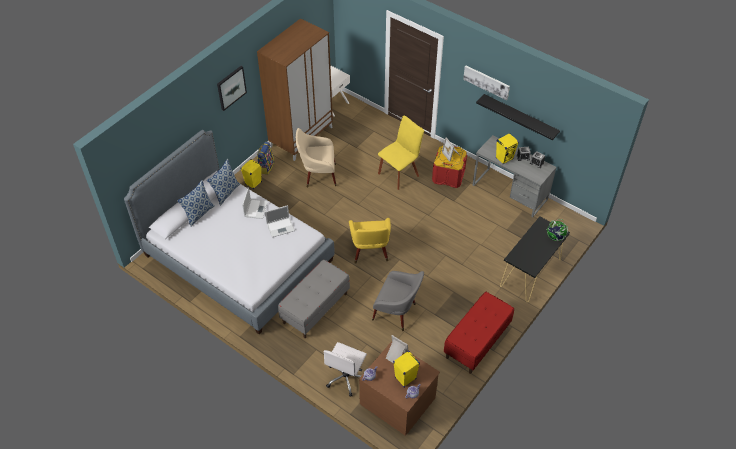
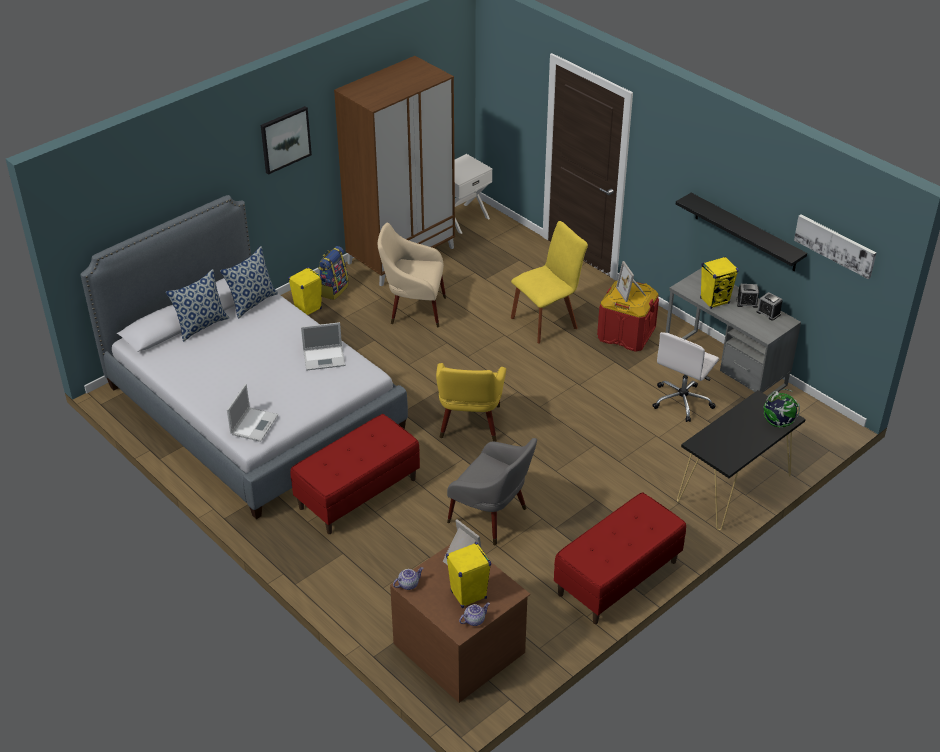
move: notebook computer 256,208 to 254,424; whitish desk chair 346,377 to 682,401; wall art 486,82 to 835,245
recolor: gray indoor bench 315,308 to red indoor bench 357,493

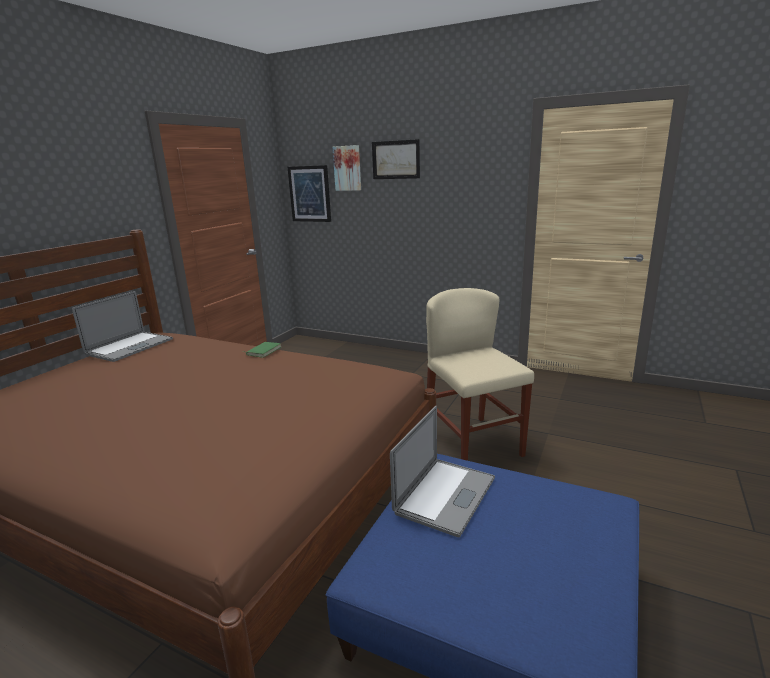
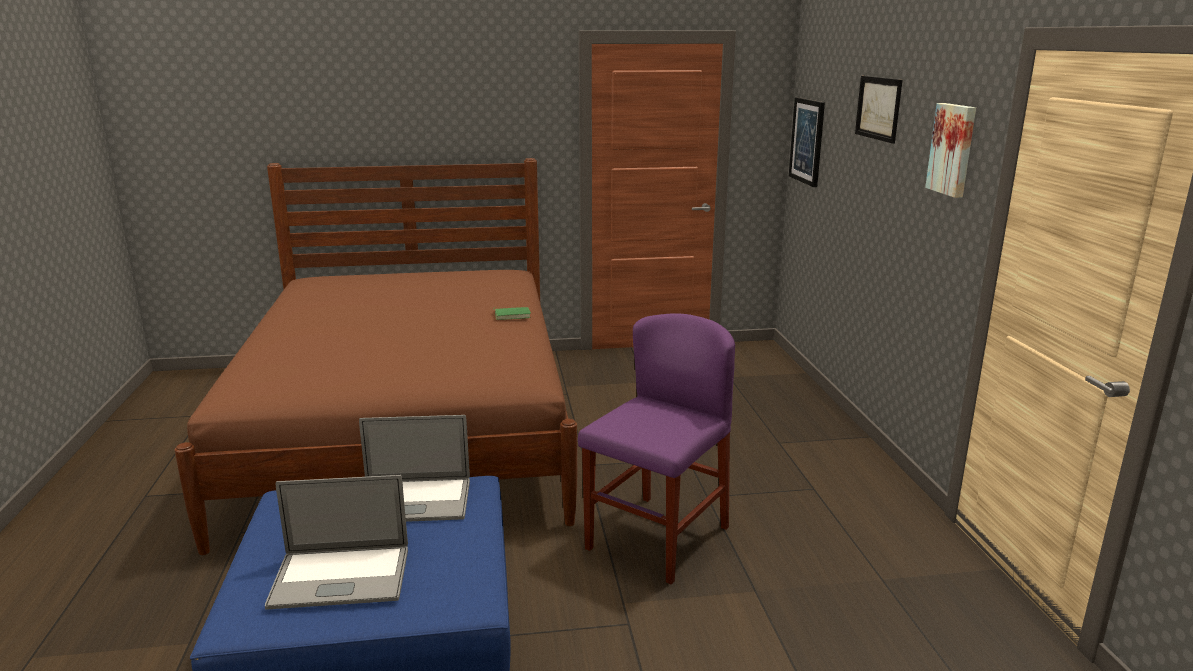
move: notebook computer 129,346 to 340,577; wall art 348,168 to 953,149
recolor: beige plain chair 473,443 to purple plain chair 657,538

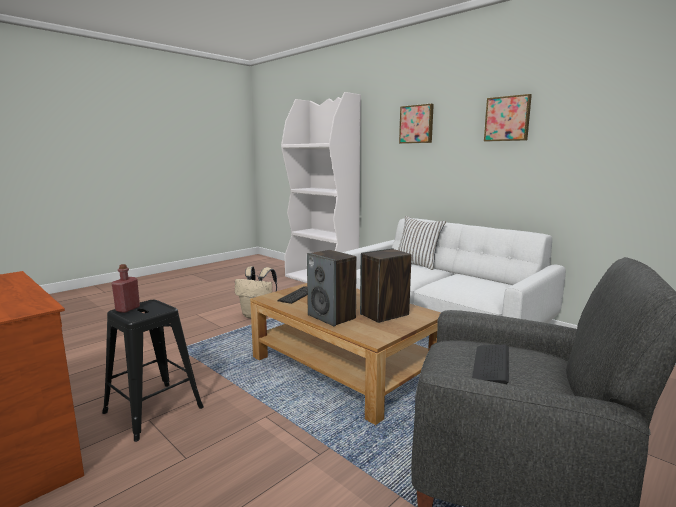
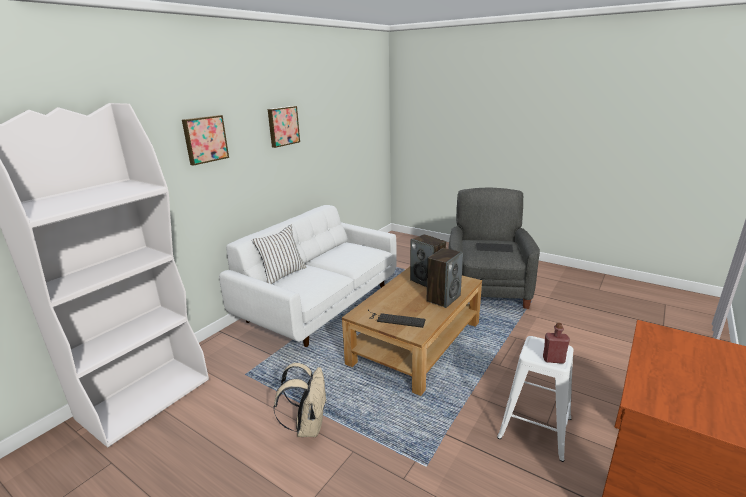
recolor: black-coloured stool seat 155,409 to whitish stool seat 534,426

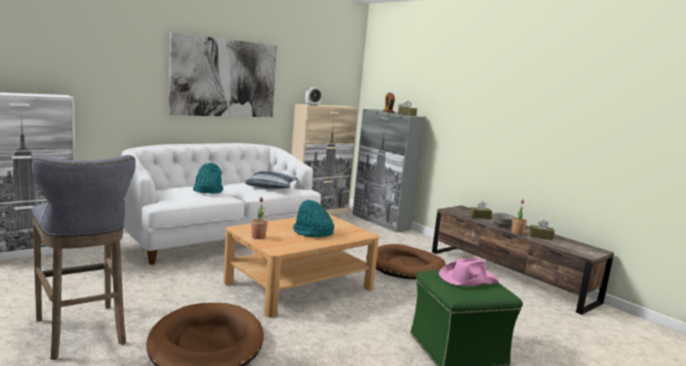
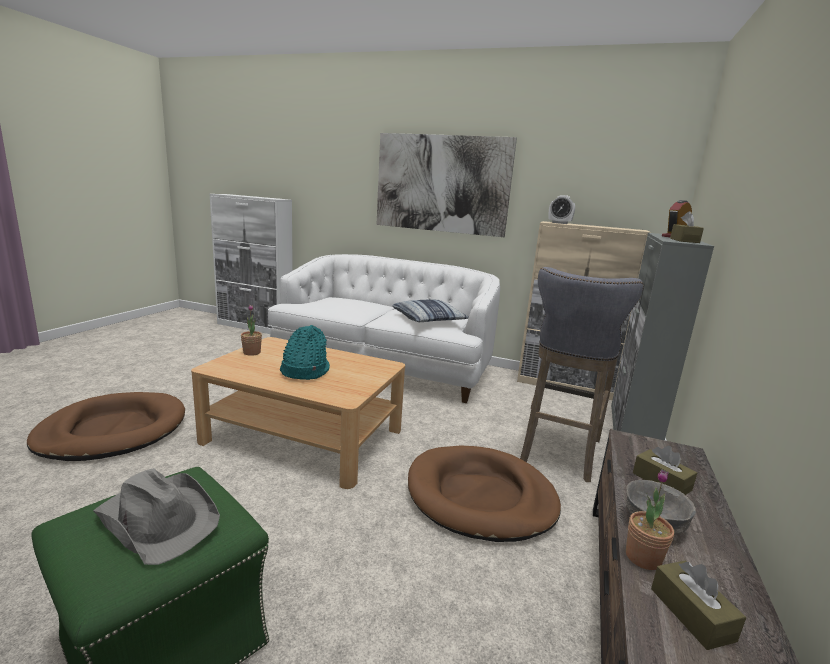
delete: blue-green wearable hat 207,190
move: gray stool seat 82,333 to 559,453
recolor: pink wearable hat 467,279 to gray wearable hat 159,518

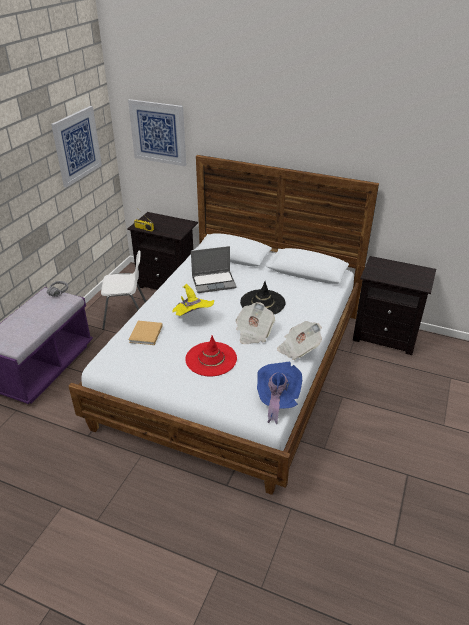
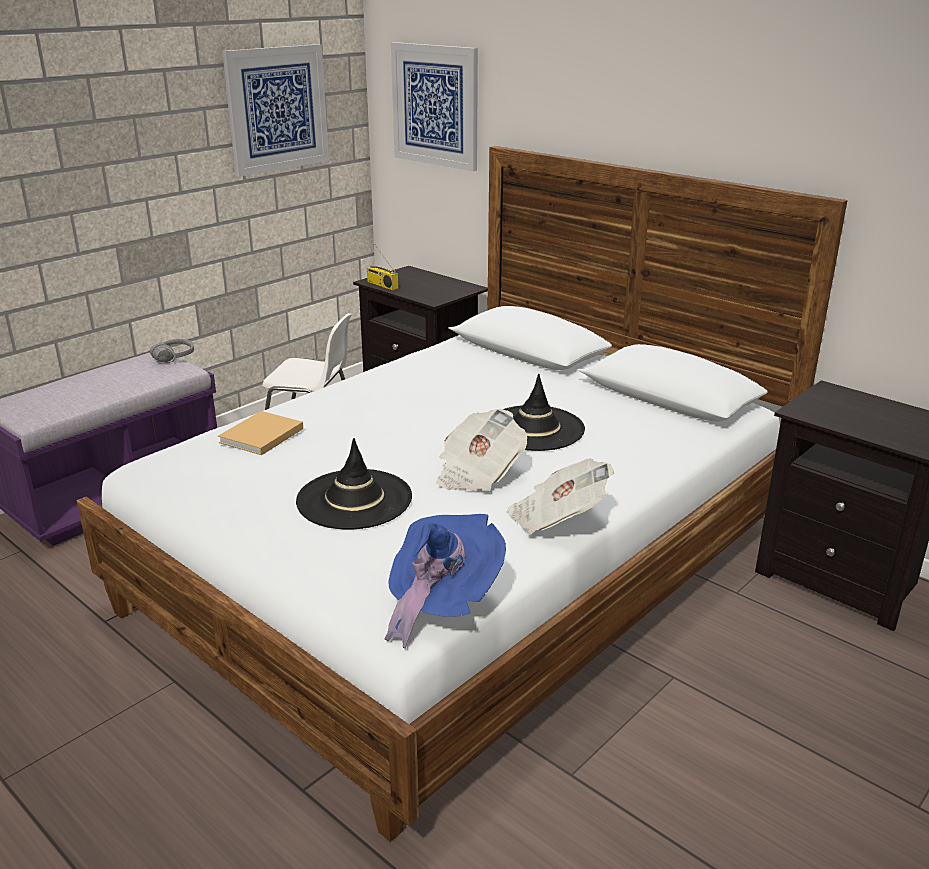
delete: yellowish wearable hat 192,317; notebook computer 214,282
recolor: red wearable hat 211,359 to black-coloured wearable hat 354,499

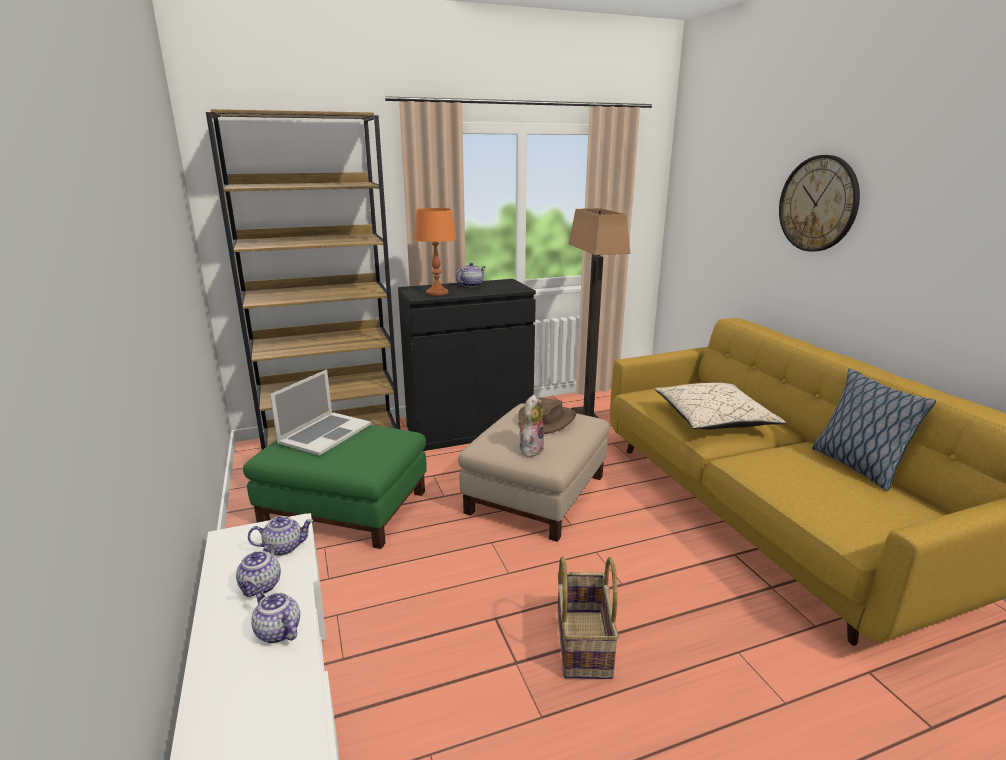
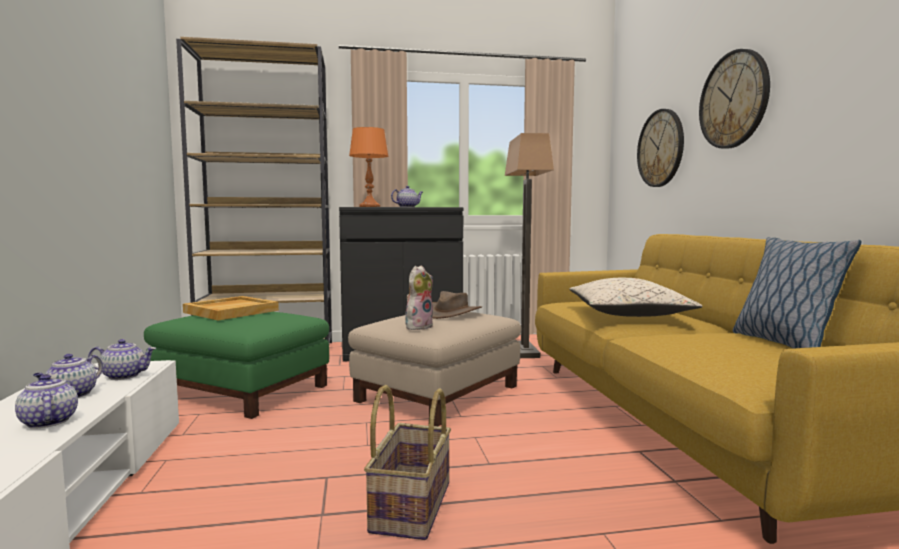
insert: wall clock 660,148
replace: notebook computer 325,433 to beige tray 231,311

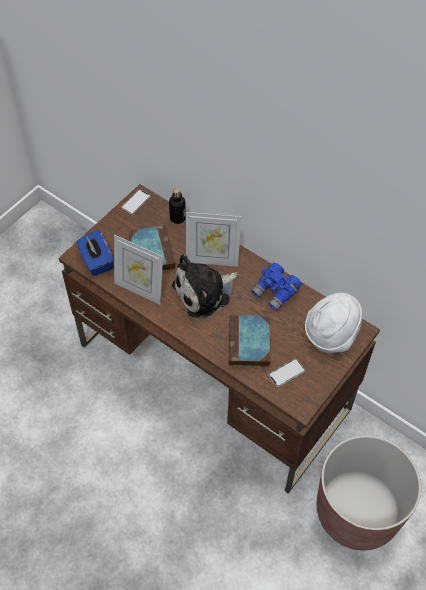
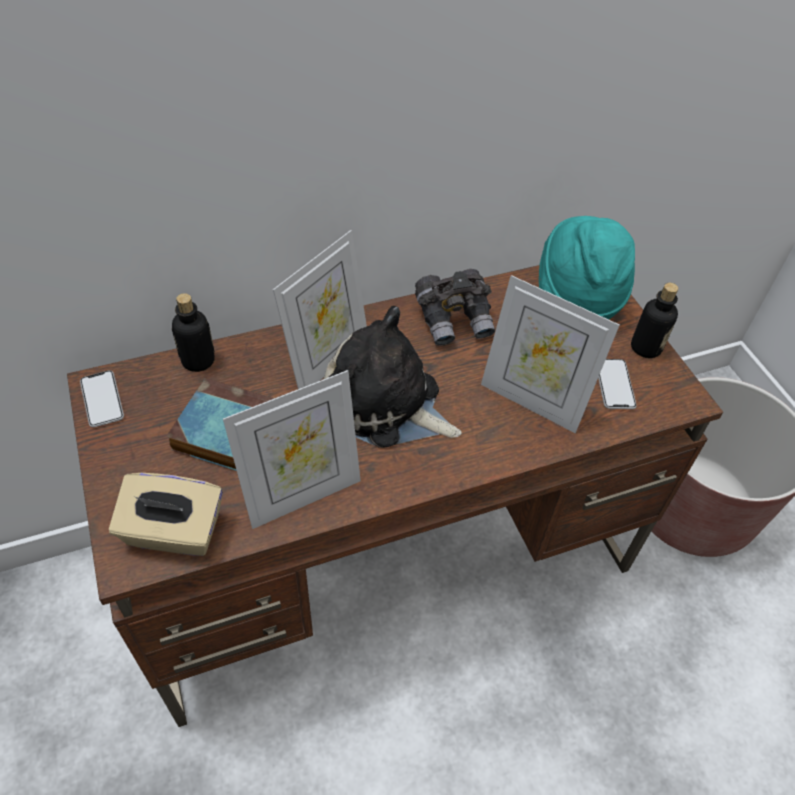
insert: bottle 646,347
replace: volume 249,344 to picture frame 532,401
recolor: bluish box of tissues 96,261 to beige box of tissues 173,532; bluish binoculars 276,292 to gray binoculars 454,320; whitish wearable hat 331,335 to blue-green wearable hat 575,302
rotate: soft toy 204,292 = 385,405 120 degrees clockwise

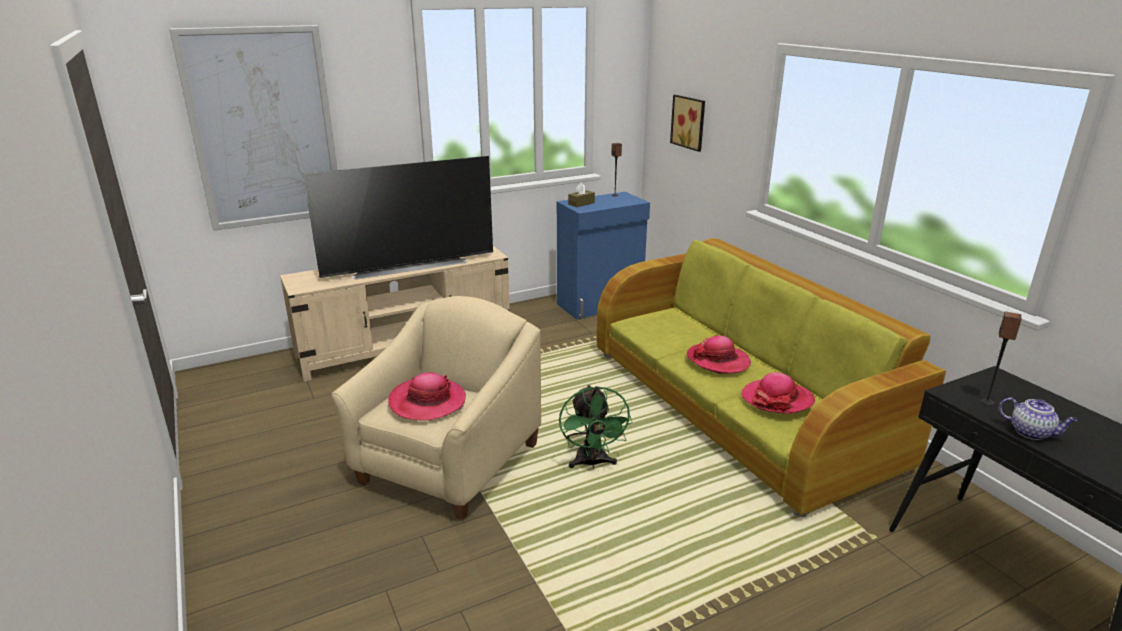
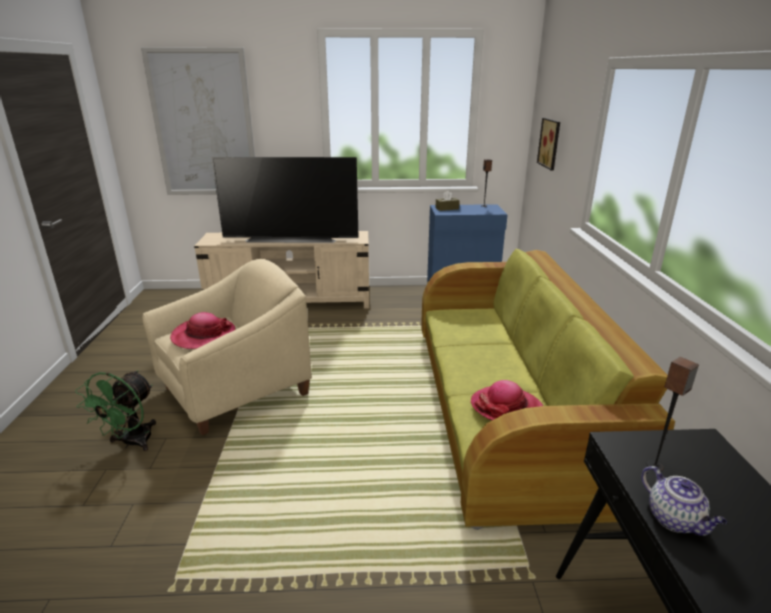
delete: wearable hat 718,360
move: green-coloured cooling fan 592,463 to 131,443

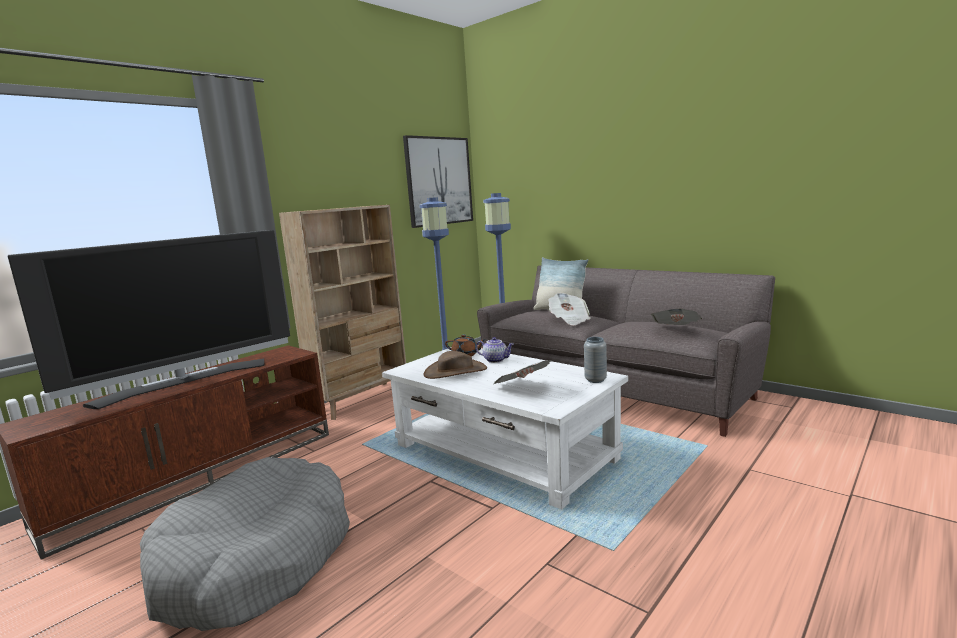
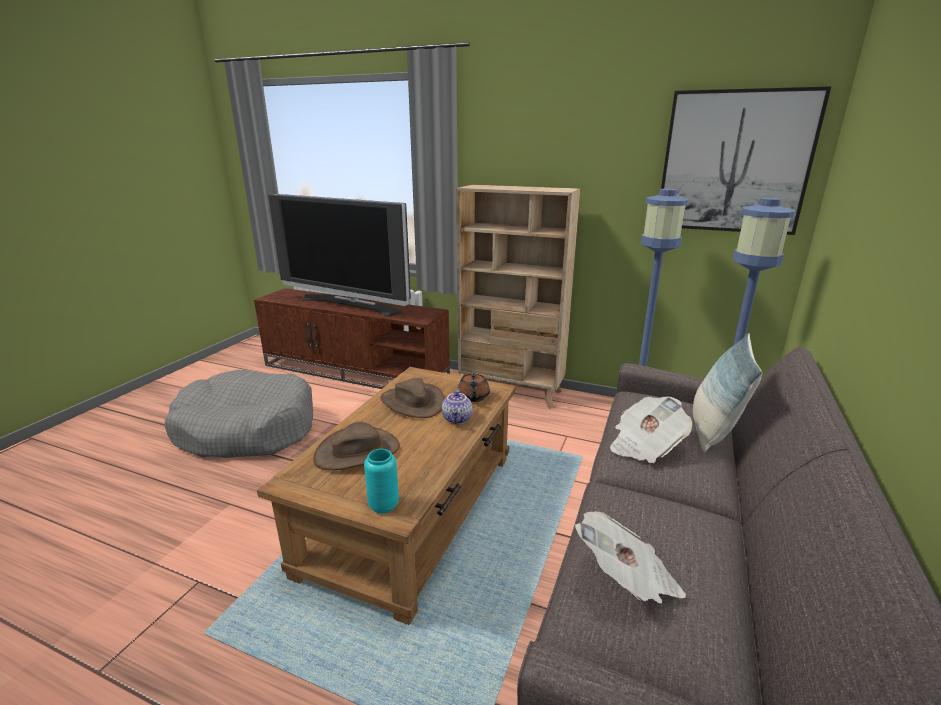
replace: daily paper 522,388 to brown-coloured wearable hat 357,451
recolor: whitish lounge table 503,452 to brown-coloured lounge table 413,511; gray decorative vase 595,380 to blue-green decorative vase 383,506

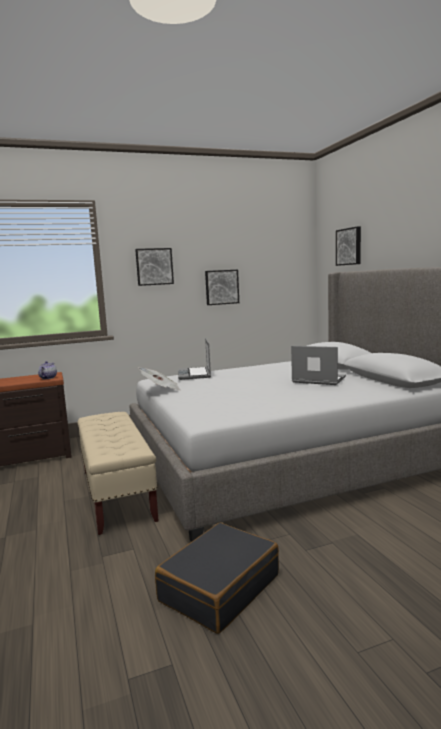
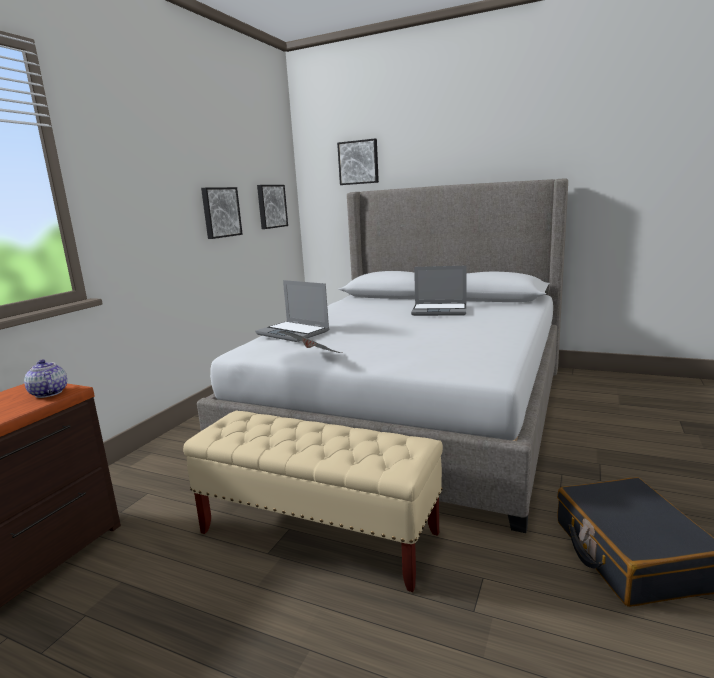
move: wall art 154,266 to 271,206
rotate: notebook computer 317,380 = 440,311 150 degrees counterclockwise

